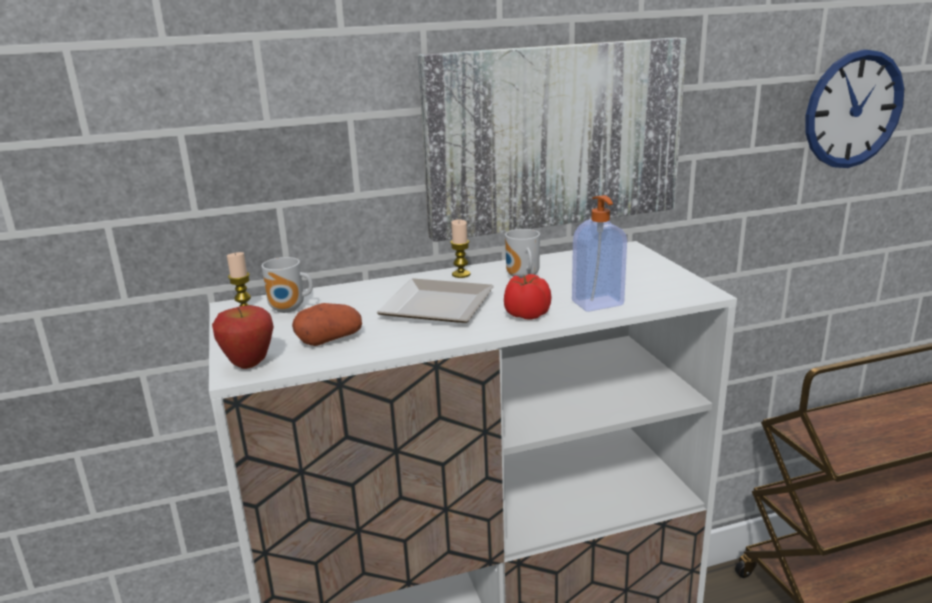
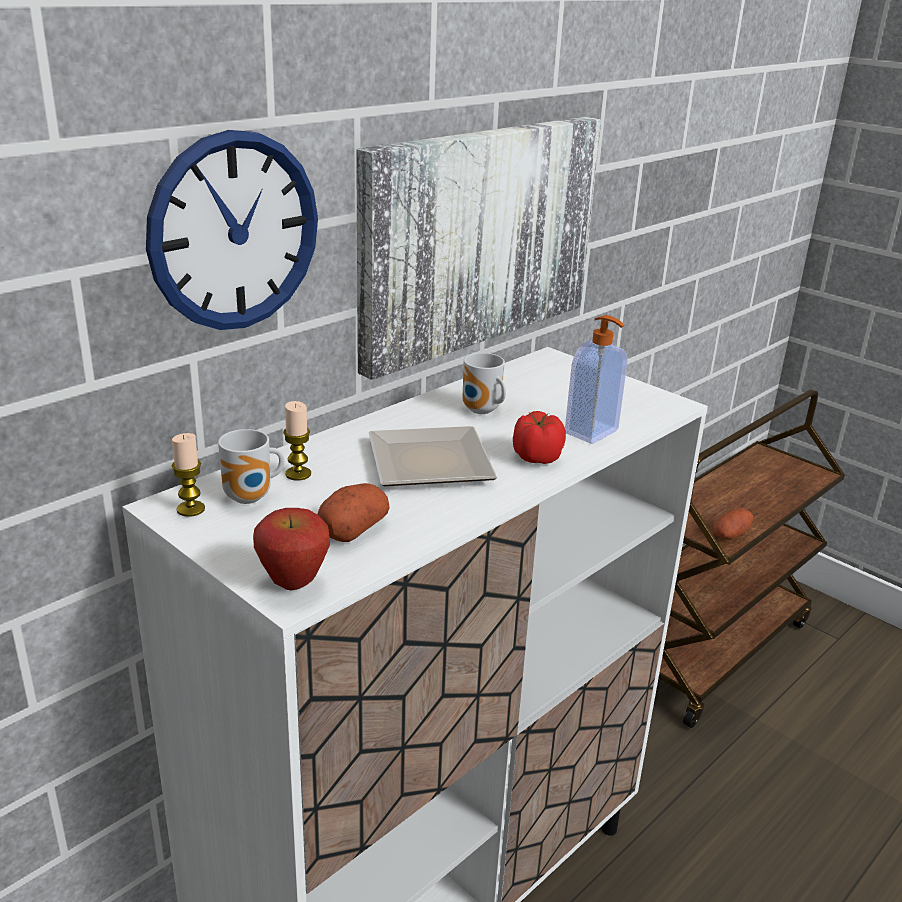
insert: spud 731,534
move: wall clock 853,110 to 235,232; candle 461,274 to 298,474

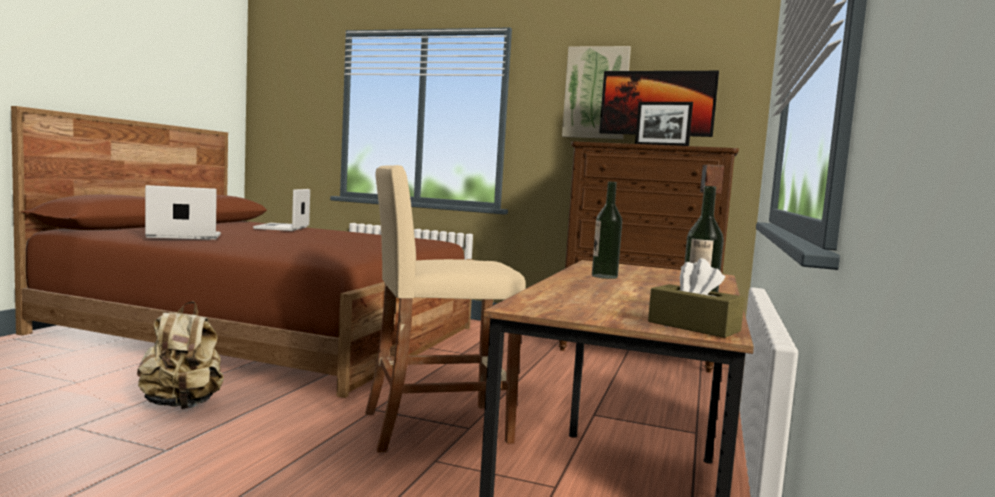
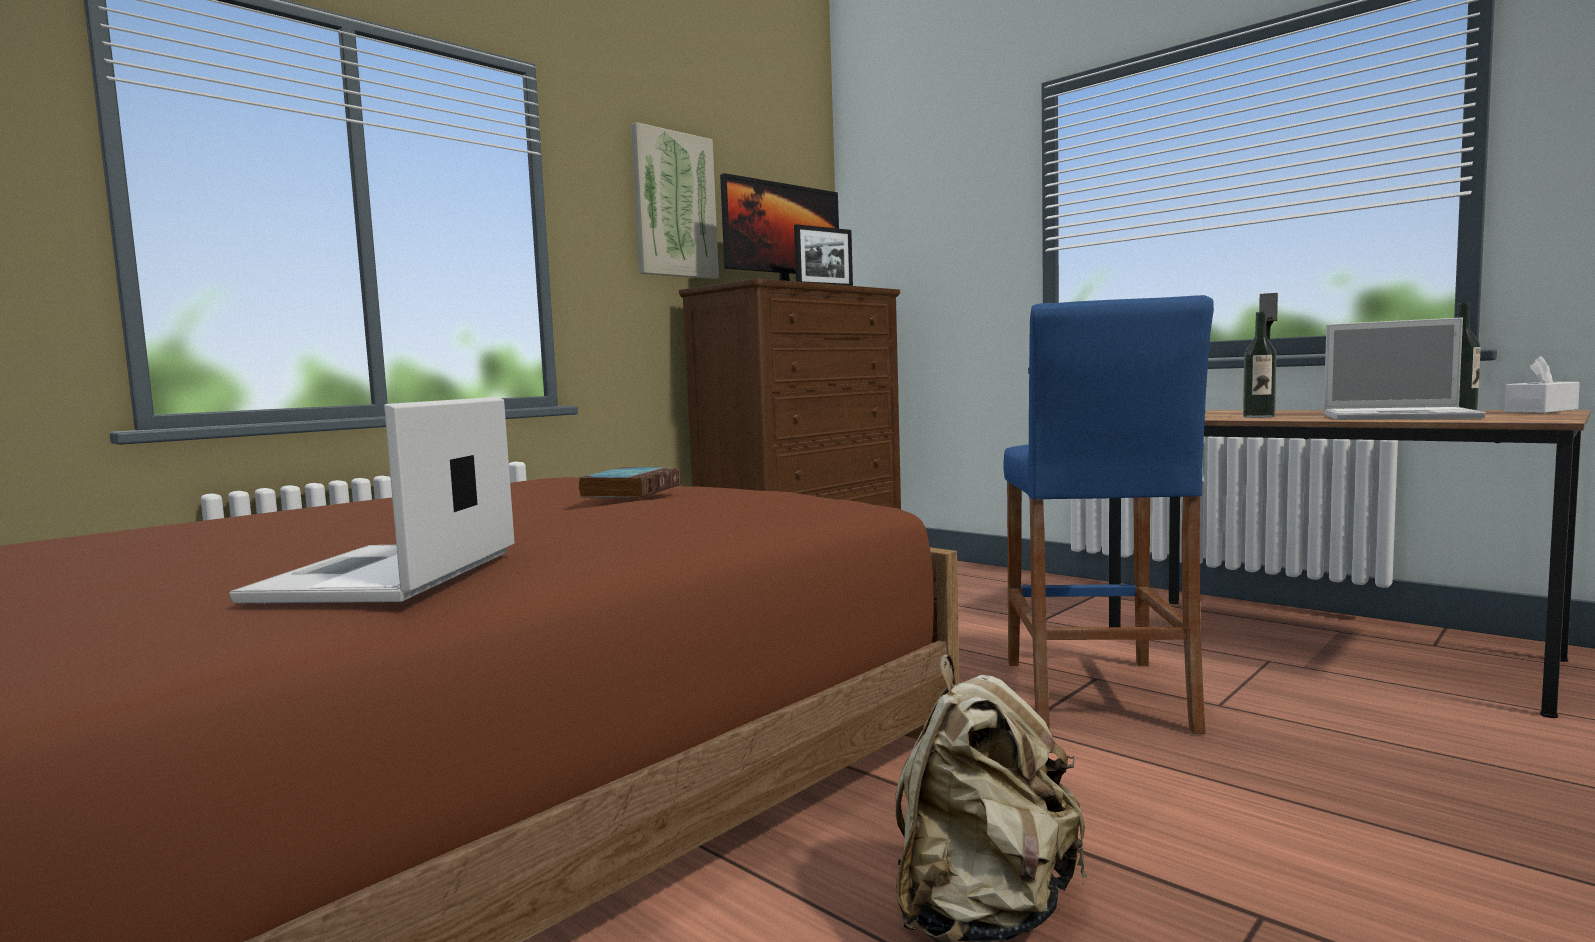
insert: volume 631,490
move: notebook computer 282,228 to 1401,416
recolor: beige stool seat 435,427 to bluish stool seat 1095,695; brown-coloured box of tissues 693,326 to whitish box of tissues 1541,411

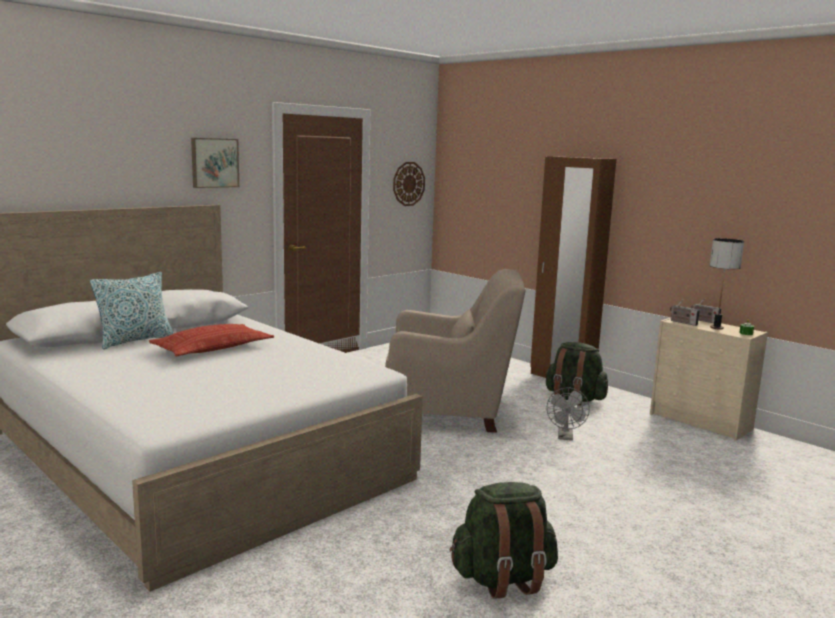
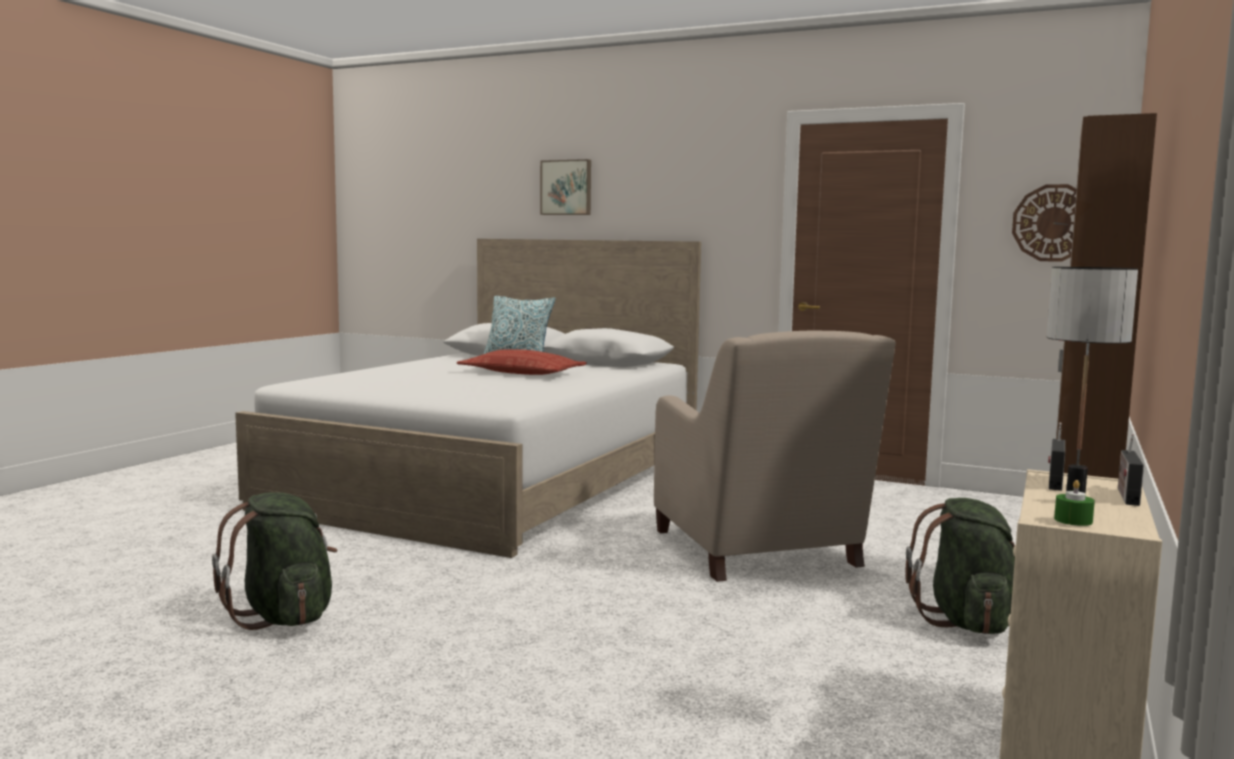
delete: gray cooling fan 565,437
move: wall art 214,162 to 566,187

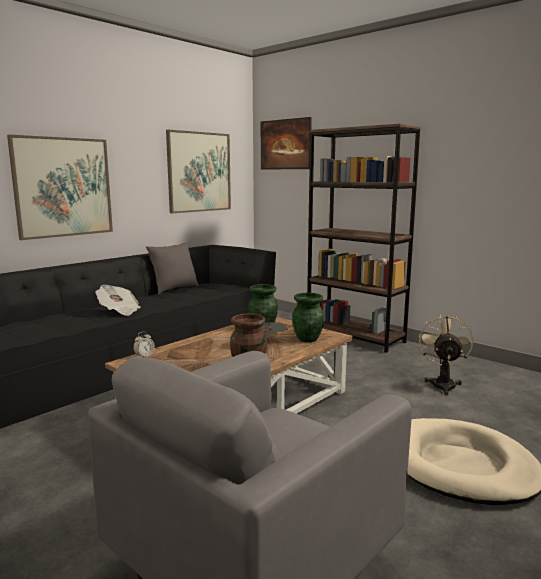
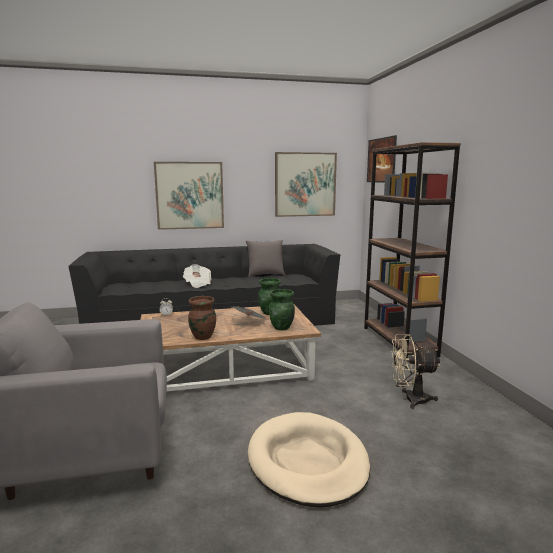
rotate: beige cooling fan 443,384 = 410,399 135 degrees counterclockwise

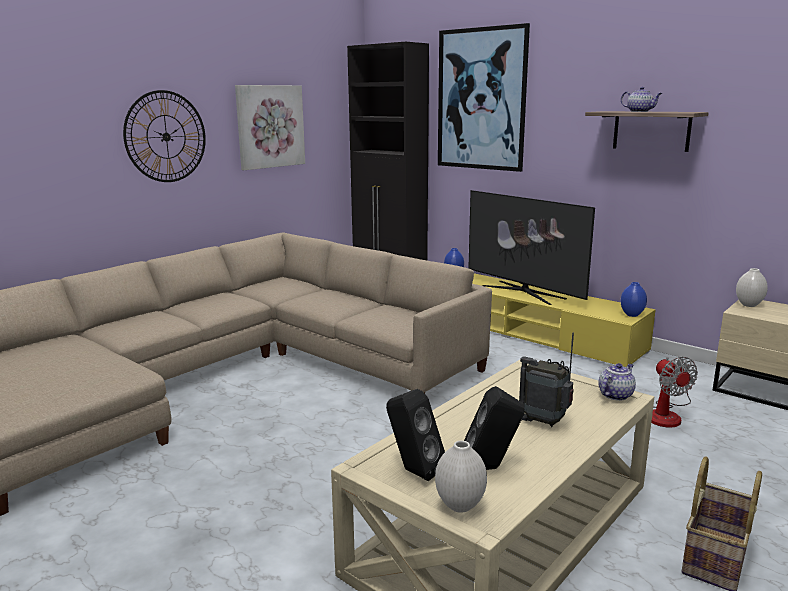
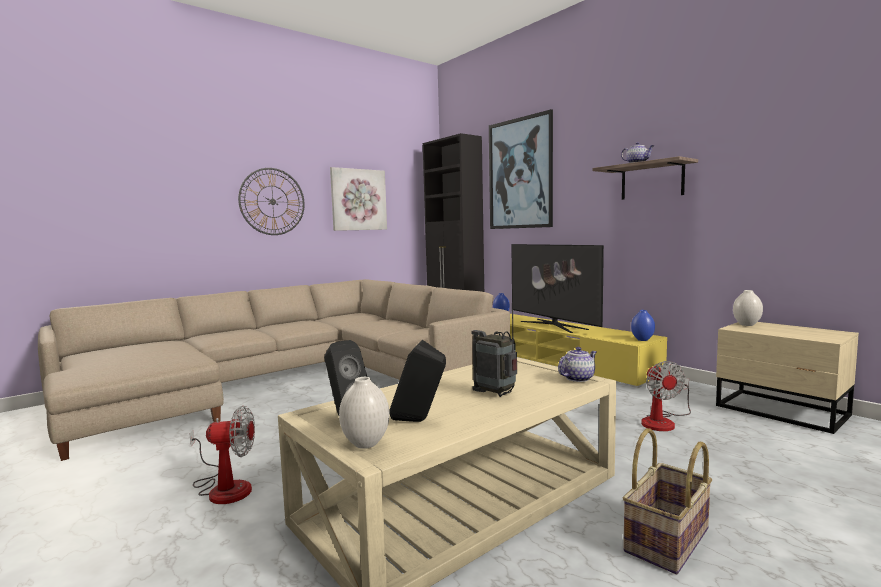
insert: cooling fan 224,488

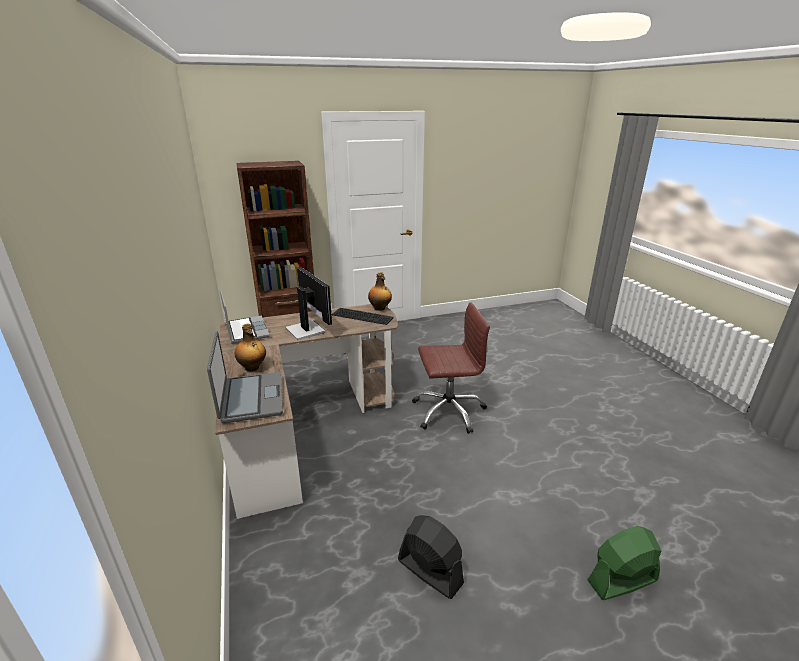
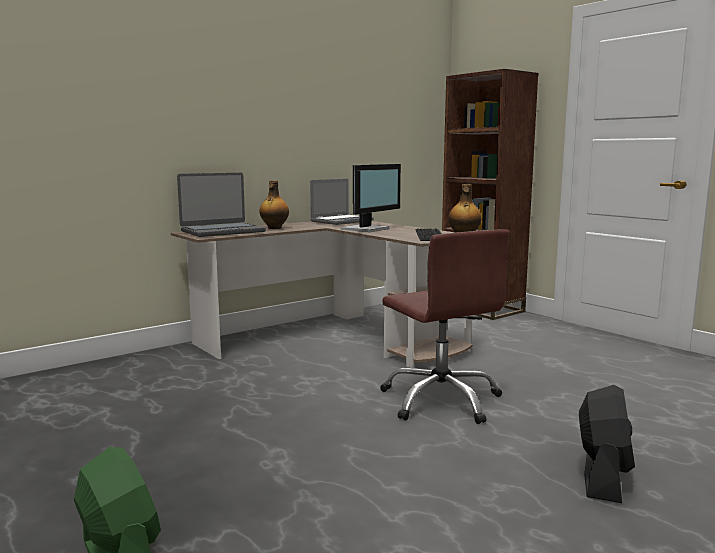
move: black-coloured cooling fan 429,571 to 603,477

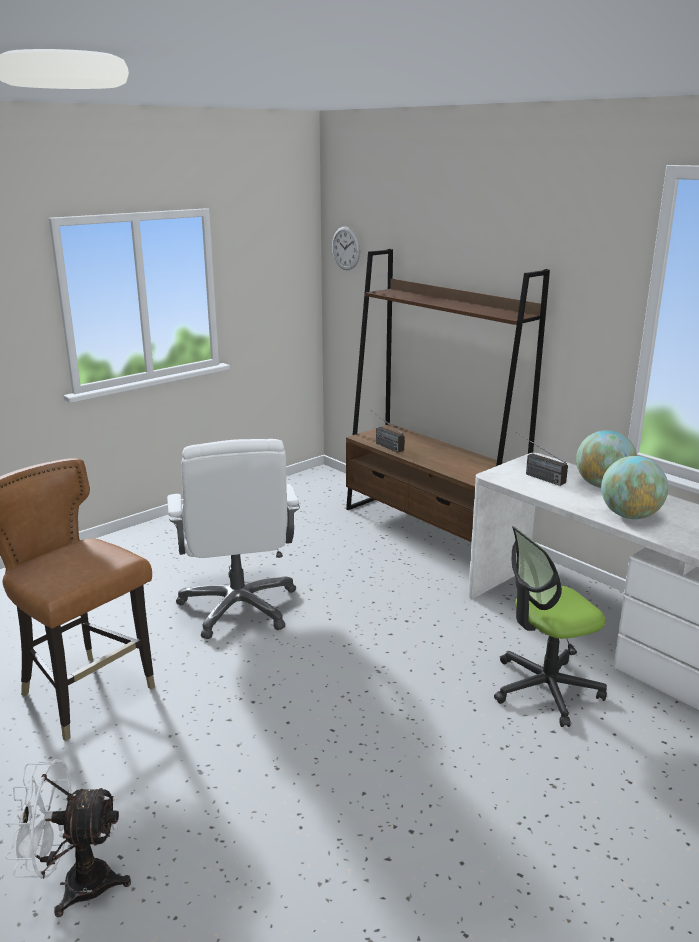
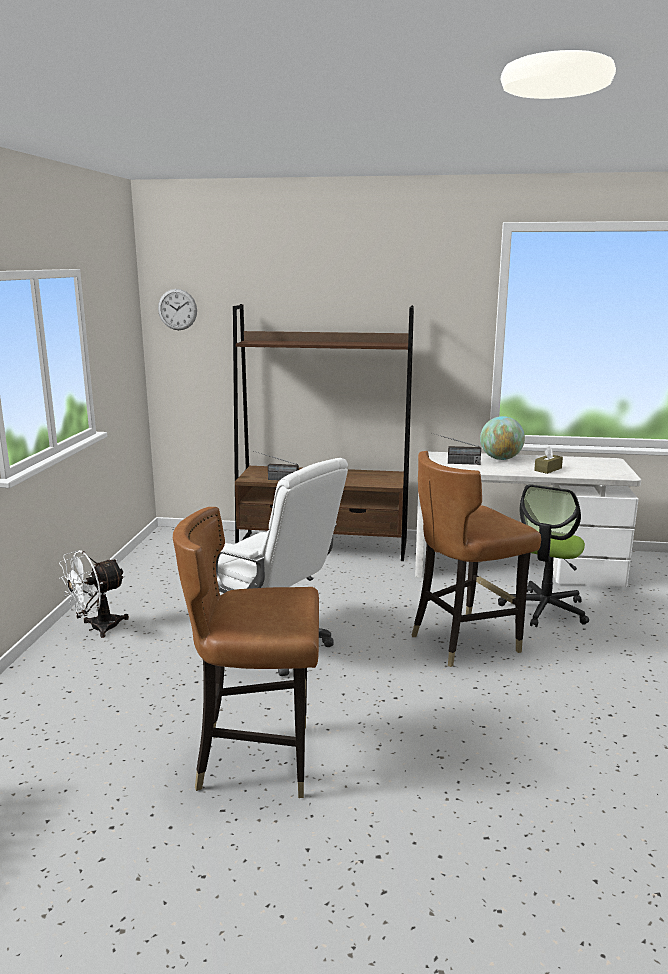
insert: brown-coloured plain chair 464,641
move: whitish cooling fan 75,884 to 97,628
replace: globe 630,516 to brown-coloured box of tissues 548,469

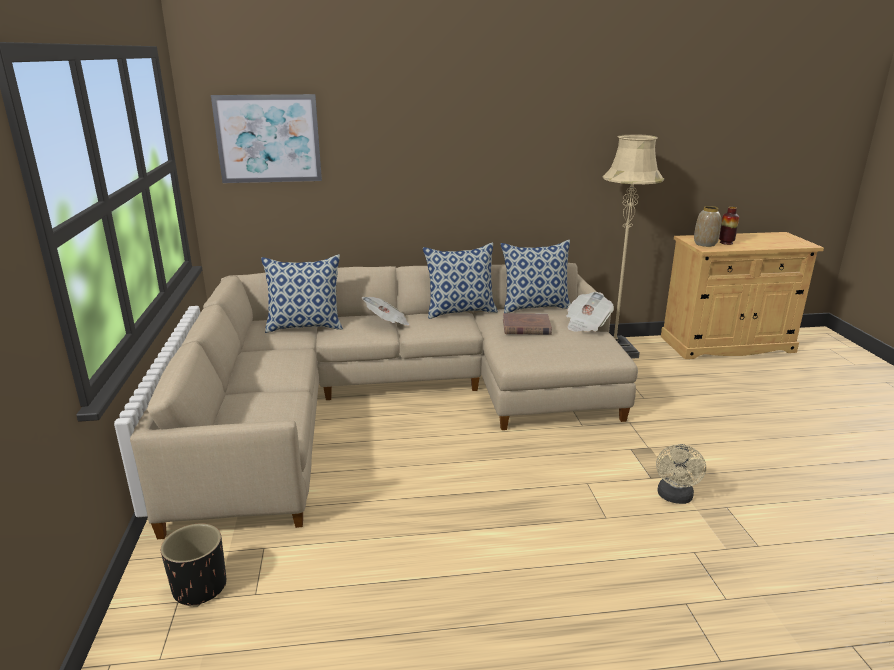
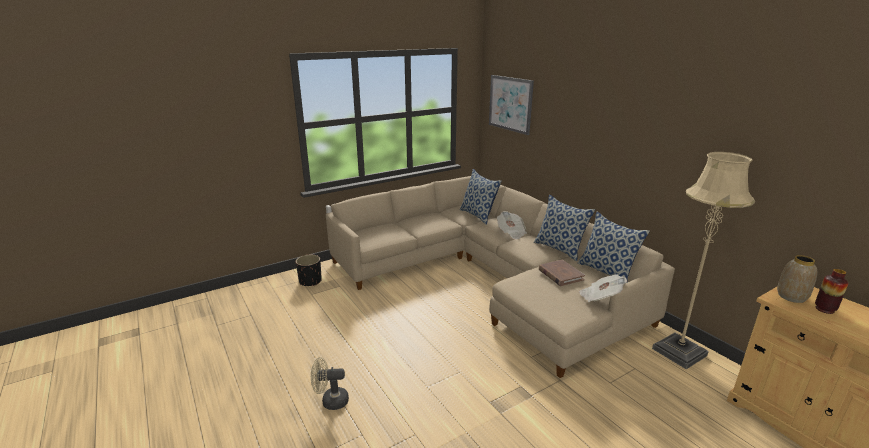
move: beige cooling fan 675,497 to 330,401

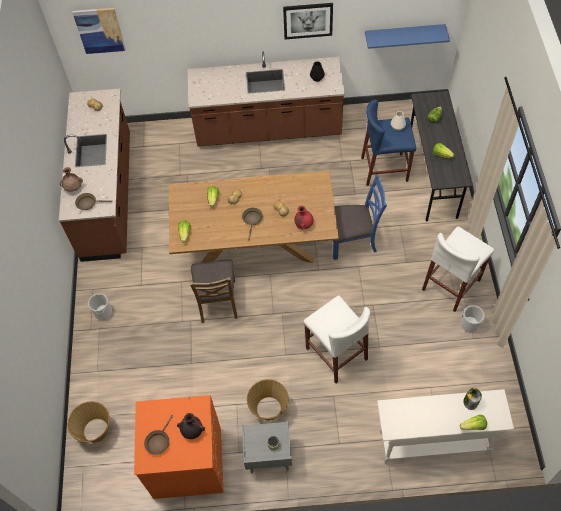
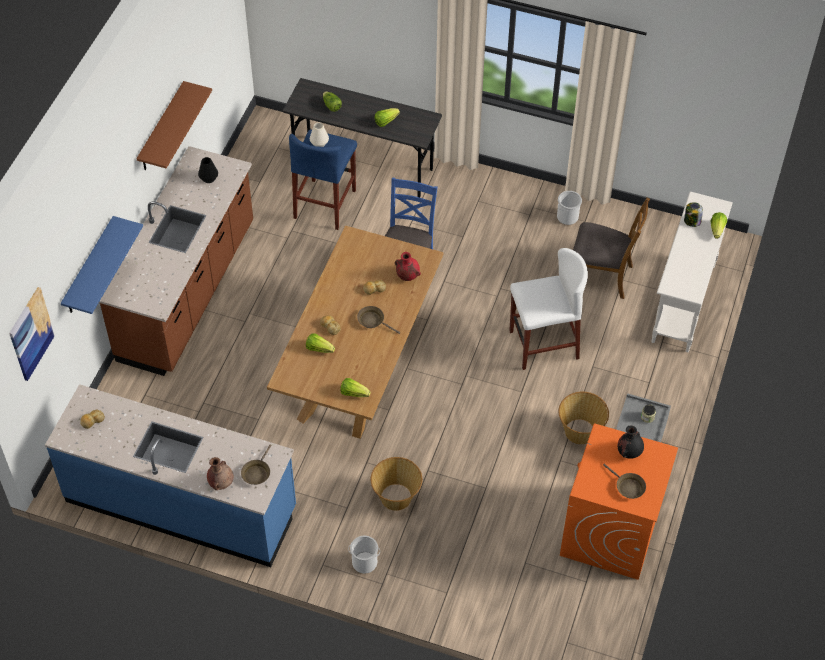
delete: whitish stool seat 451,285
move: bluish bracket shelf 404,35 to 89,267; basket 95,431 to 396,497; brown-coloured plain chair 217,301 to 601,276
replace: wall art 308,20 to brown-coloured bracket shelf 161,128
recolor: brown-coloured kitchen counter 108,196 to bluish kitchen counter 181,504

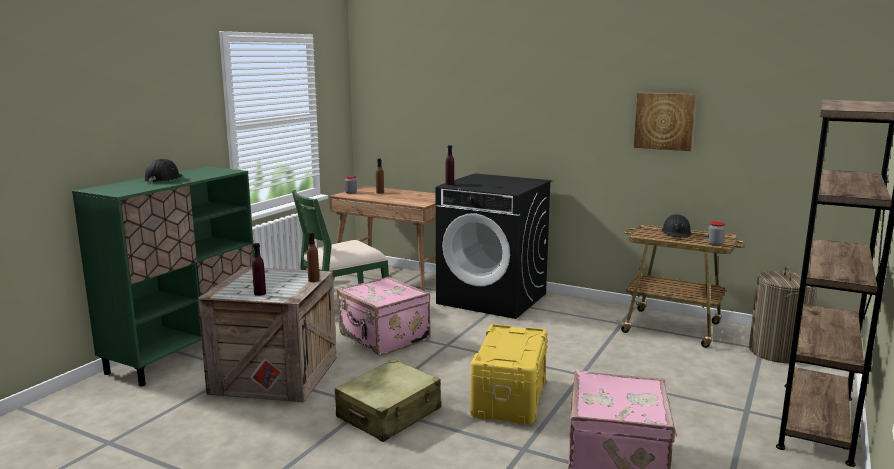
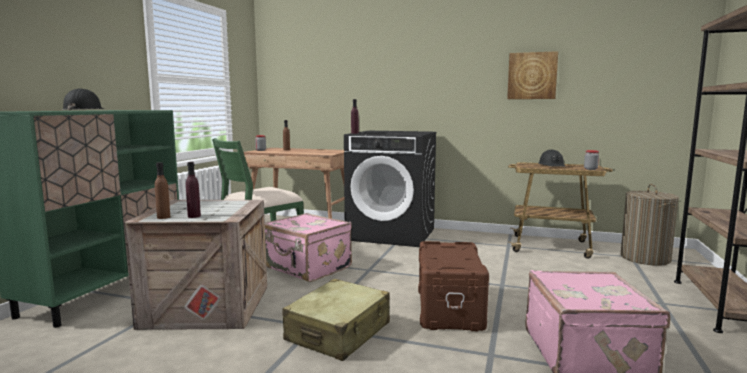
move: brown-coloured bottle 313,280 to 163,217
recolor: yellowish storage bin 510,397 to brown-coloured storage bin 450,308

